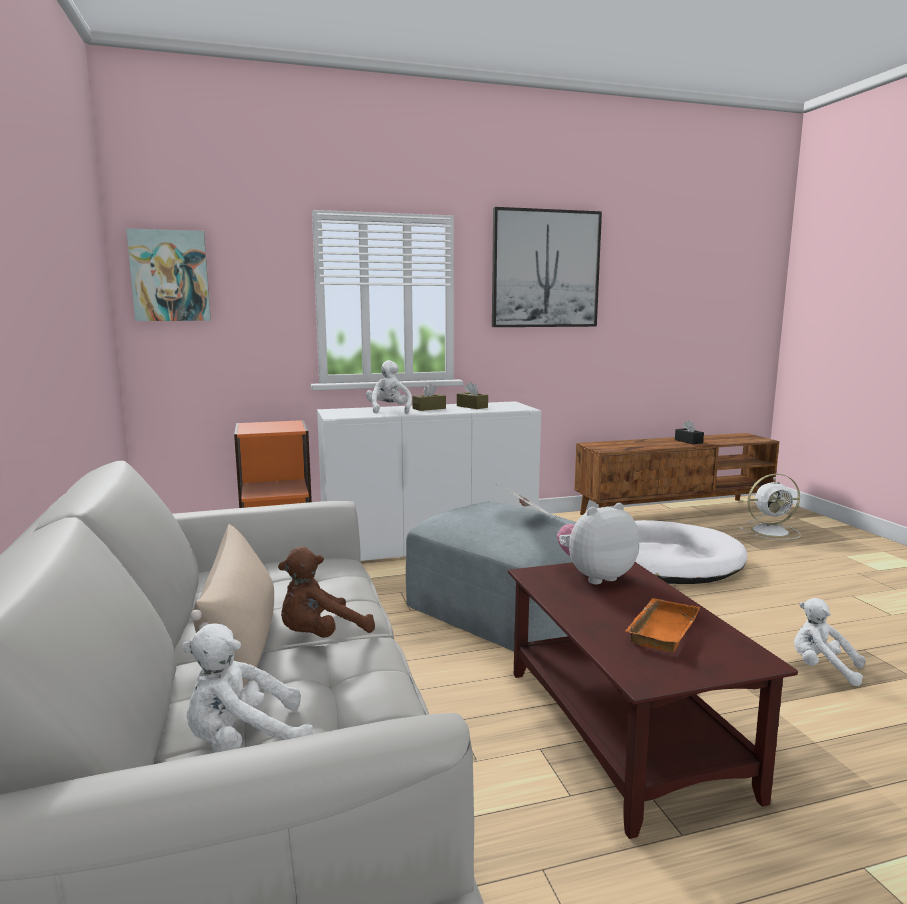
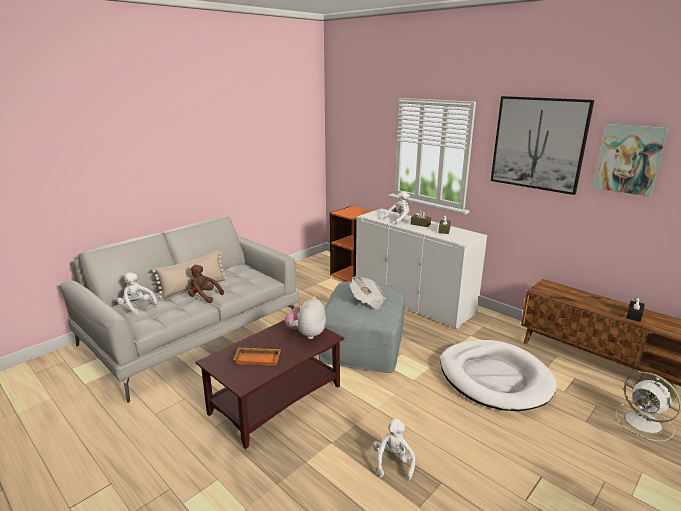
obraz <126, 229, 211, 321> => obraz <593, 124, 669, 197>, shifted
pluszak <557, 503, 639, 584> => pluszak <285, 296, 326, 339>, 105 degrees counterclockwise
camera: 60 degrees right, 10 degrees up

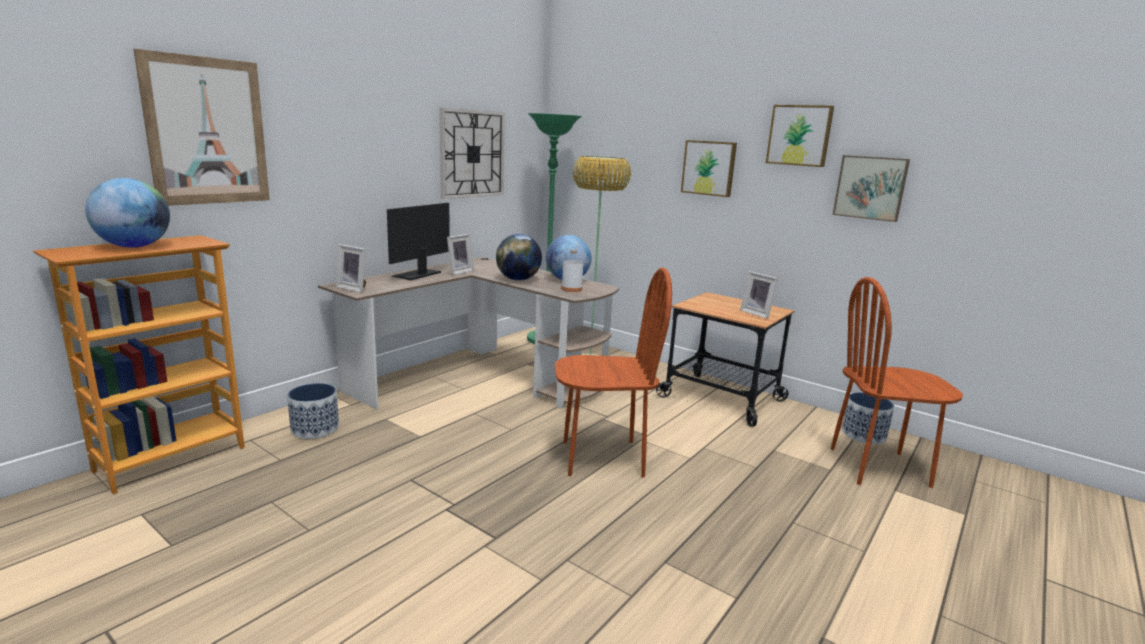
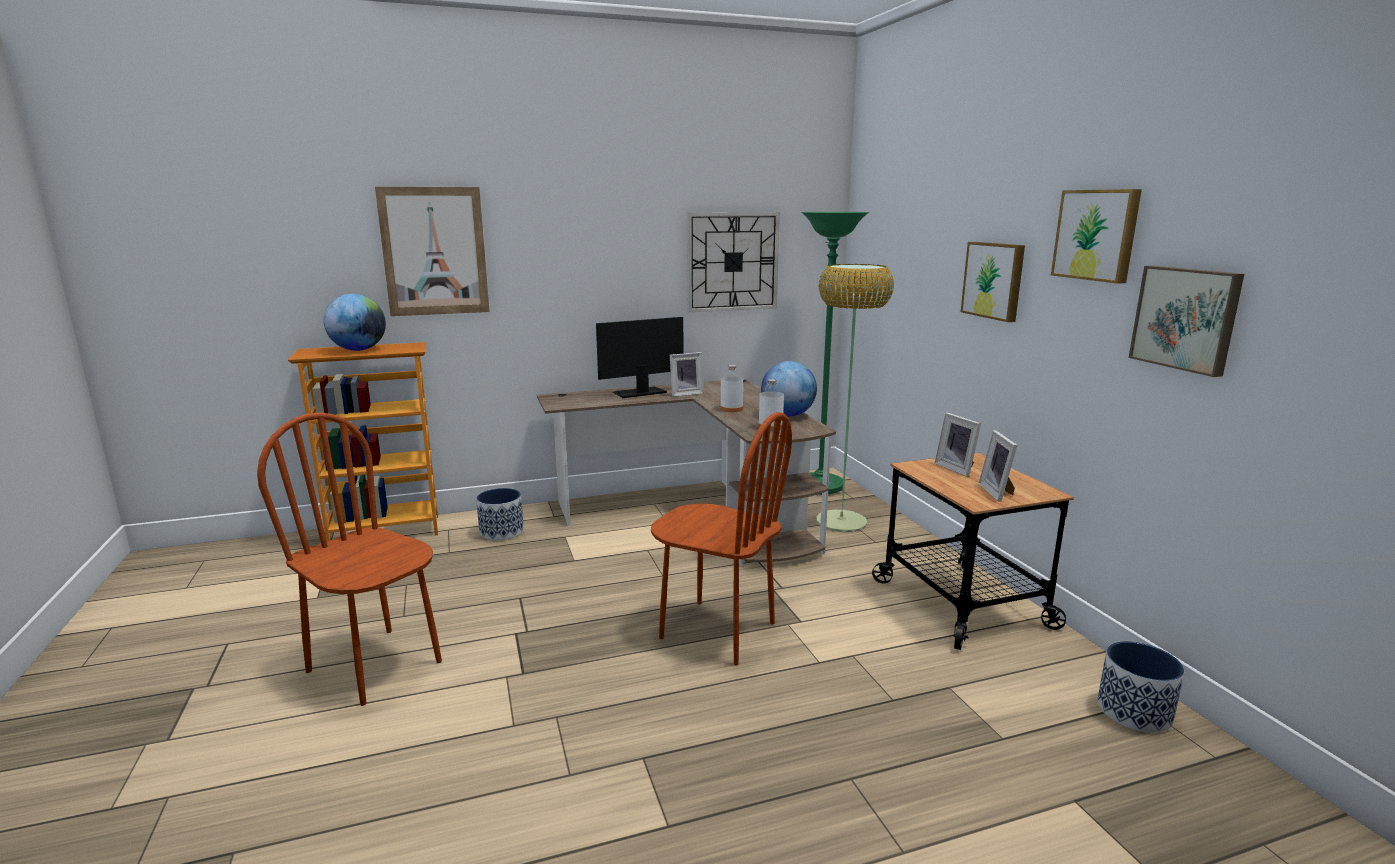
globus <496, 234, 542, 281> => butelka (biały) <720, 365, 743, 412>
ramka na zdjęcie <336, 244, 366, 293> => ramka na zdjęcie <935, 412, 981, 477>, shifted
krzesło (brązowy) <831, 277, 963, 488> => krzesło (brązowy) <257, 412, 442, 706>, shifted
camera: 35 degrees right, 0 degrees up

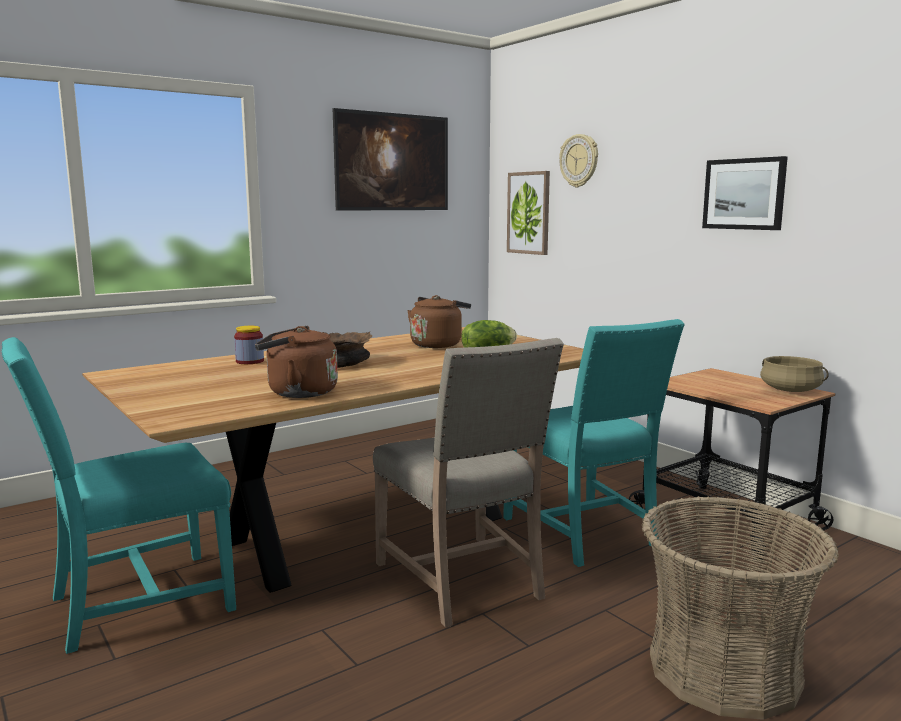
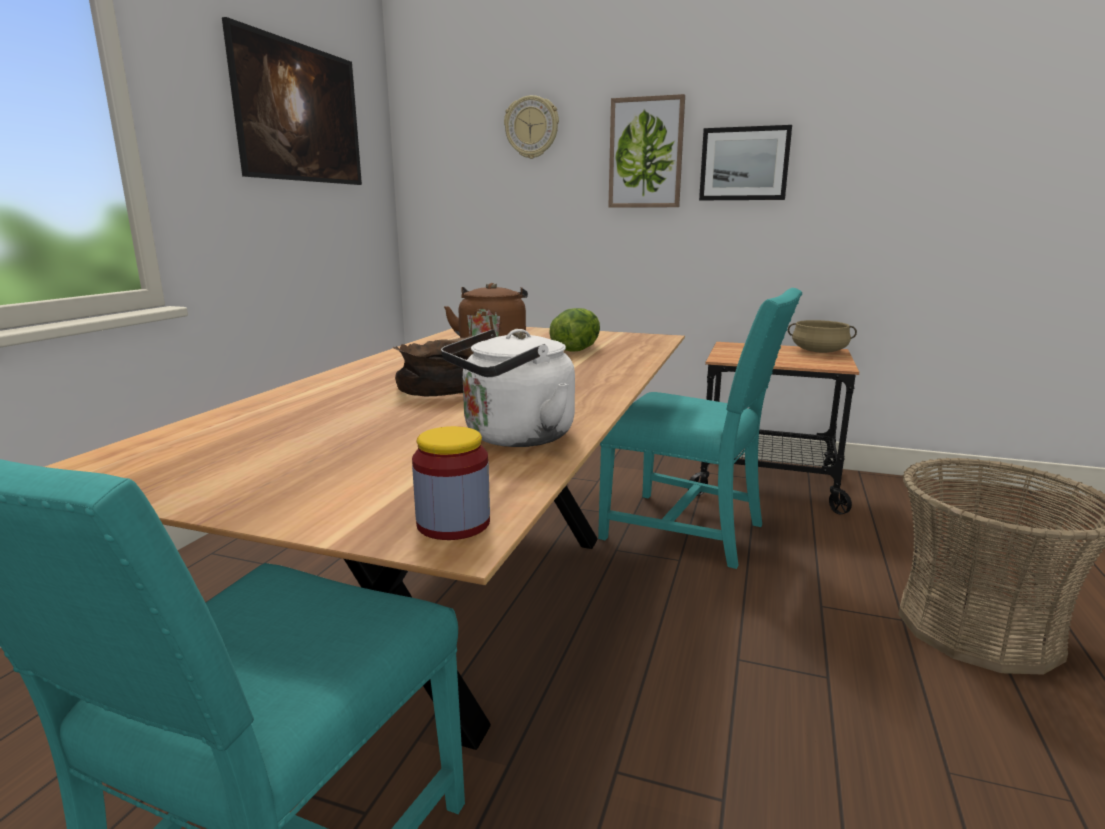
obraz <507, 171, 550, 255> => obraz <608, 94, 685, 208>, shifted
słoik <234, 326, 264, 364> => słoik <412, 426, 490, 540>, shifted
czajnik (brązowy) <255, 326, 338, 398> => czajnik (biały) <441, 329, 575, 447>
krzesło (beżowy) <373, 338, 564, 628> => nothing
camera: 35 degrees left, 5 degrees up

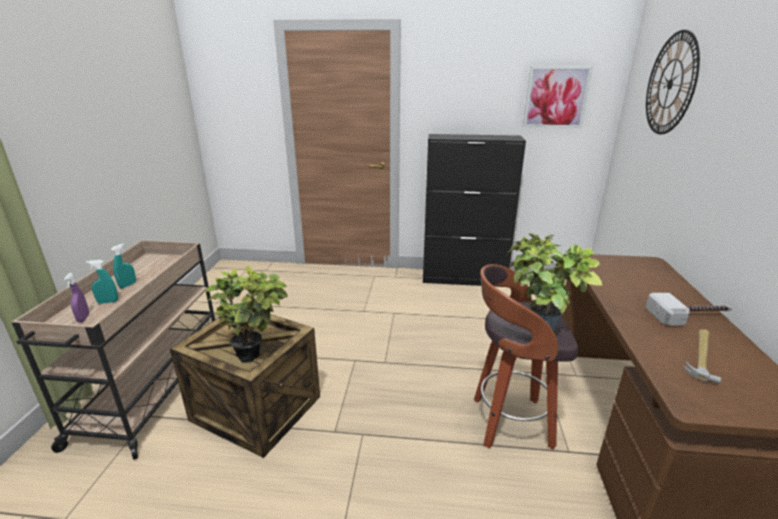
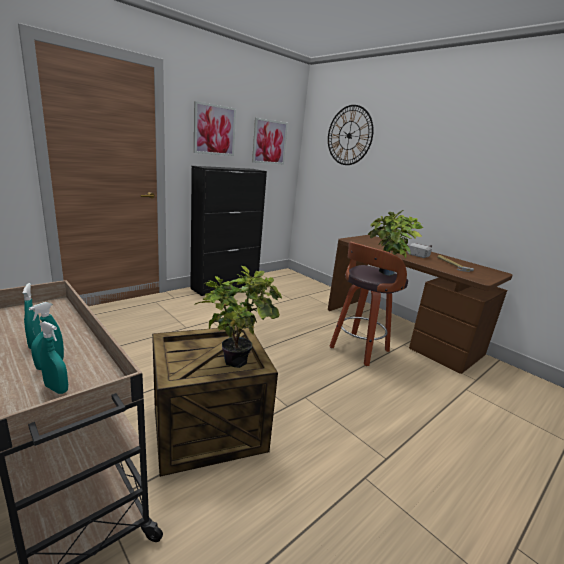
spryskiwacz (fioletowy) <64, 273, 90, 323> => spryskiwacz (turkusowy) <39, 321, 68, 394>
nothing => obraz <194, 101, 236, 156>
camera: 50 degrees left, 5 degrees down

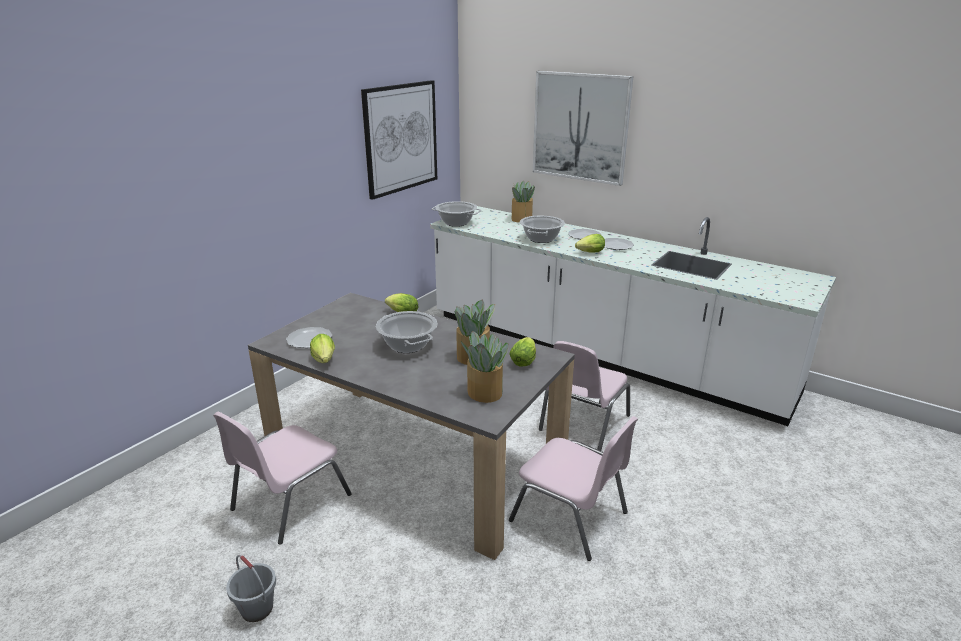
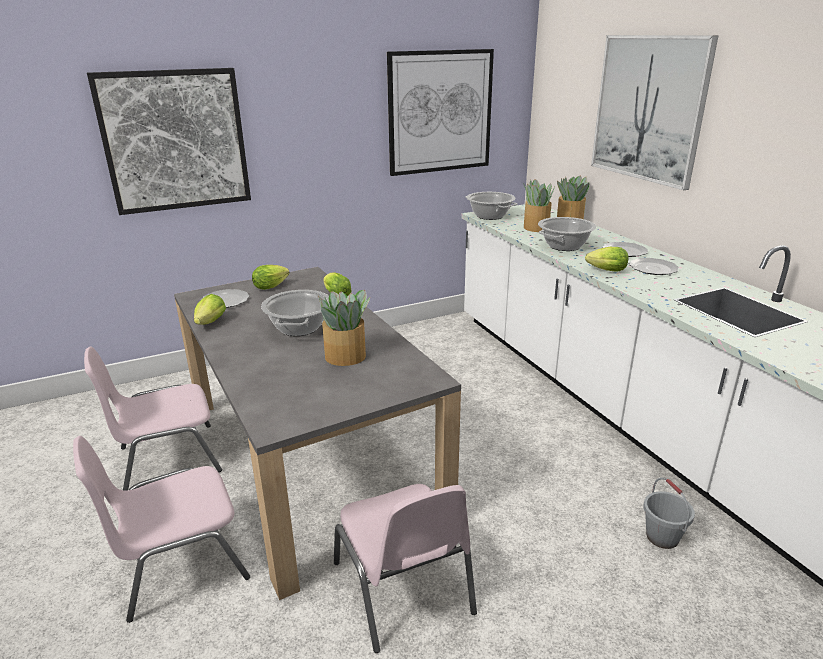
roślina doniczkowa <461, 331, 509, 403> => roślina doniczkowa <523, 179, 555, 232>, shifted
sałata <509, 337, 536, 366> => sałata <252, 265, 290, 290>, shifted
krzesło (różowy) <539, 341, 630, 451> => krzesło (różowy) <73, 436, 250, 623>, shifted
wiadro (szary) <226, 555, 276, 622> => wiadro (szary) <643, 478, 695, 549>, shifted
nothing => obraz <87, 68, 251, 215>
camera: 30 degrees right, 0 degrees up

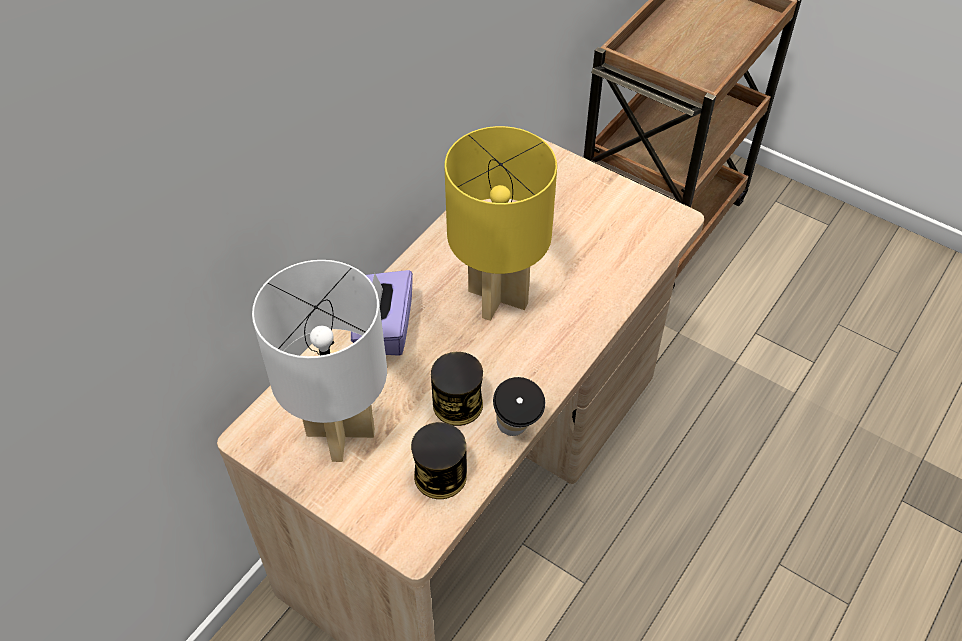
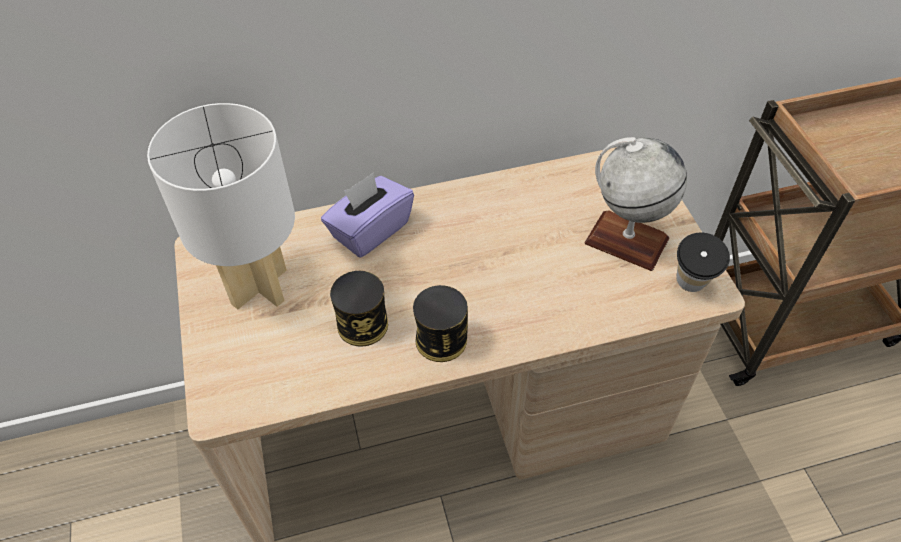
lampa stołowa (żółty) <444, 126, 557, 321> => nothing
filiżanka <493, 377, 545, 436> => filiżanka <676, 232, 730, 292>, shifted
puszka <411, 422, 467, 499> => puszka <413, 285, 468, 362>, shifted
nothing => globus <585, 137, 687, 271>
camera: 40 degrees right, 0 degrees up

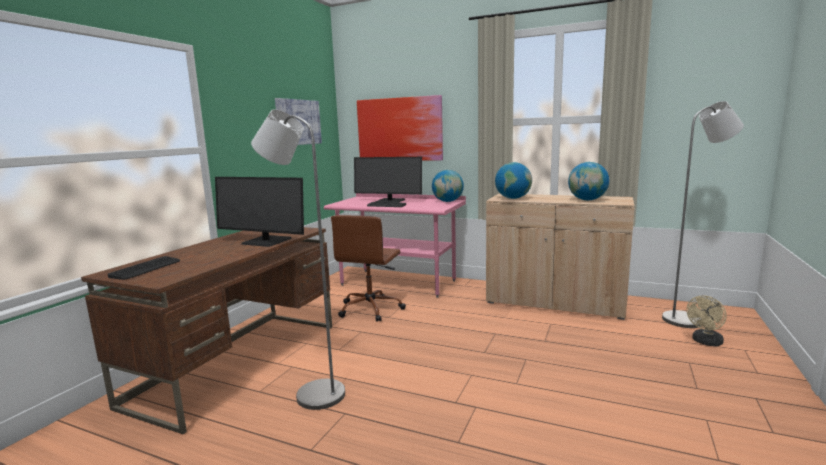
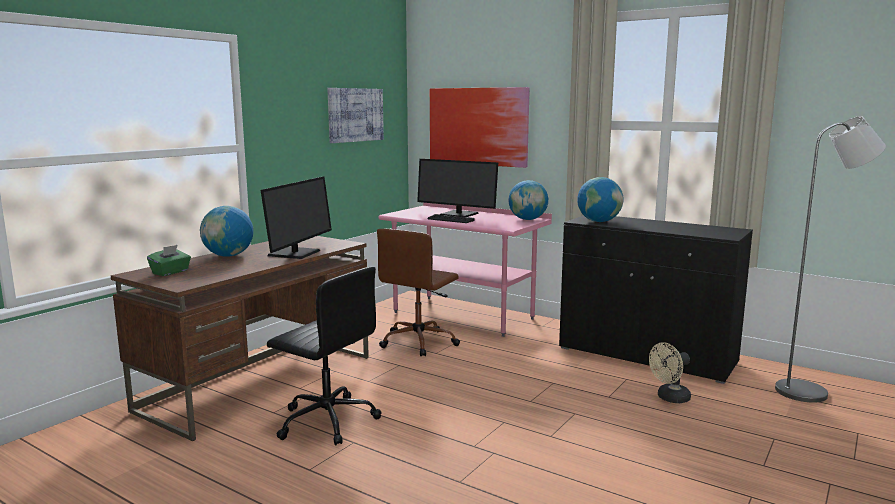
lampa stojąca (szary) <251, 109, 345, 410> => krzesło biurowe (czarny) <267, 267, 381, 446>
globus <568, 162, 609, 200> => globus <200, 206, 253, 257>, shifted
monitor <215, 177, 304, 247> => monitor <261, 176, 332, 259>, 105 degrees counterclockwise
szafka (beżowy) <486, 193, 635, 320> => szafka (czarny) <559, 216, 753, 384>
klawiatura <108, 256, 180, 280> => pudełko chusteczek (zielony) <147, 245, 191, 276>
wentylator (beżowy) <686, 295, 727, 346> => wentylator (beżowy) <649, 342, 691, 403>, shifted
camera: 10 degrees right, 0 degrees up

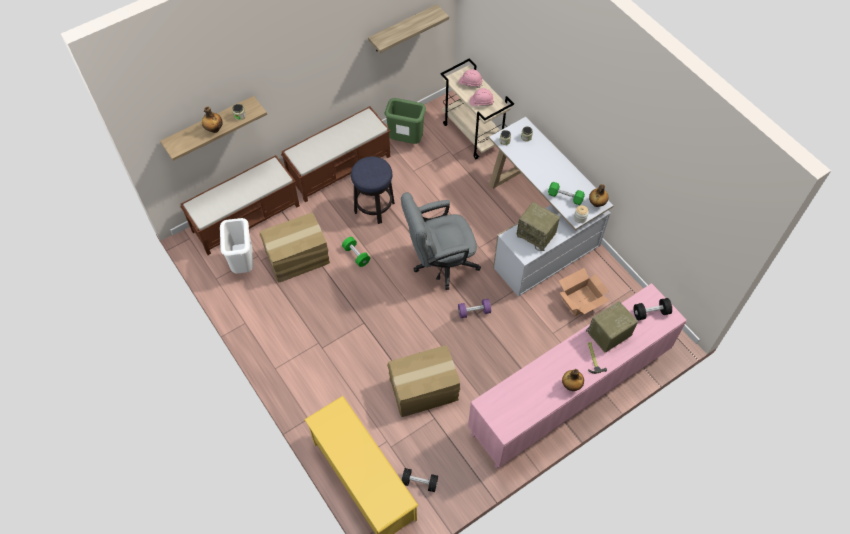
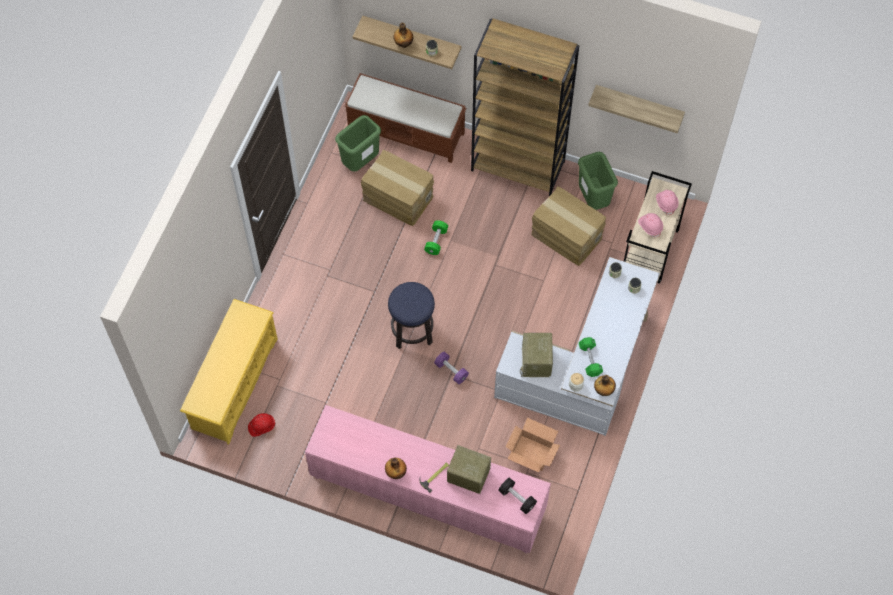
ławka (brązowy) <281, 106, 390, 202> => regał (brązowy) <471, 18, 580, 196>
stołek <351, 156, 395, 224> => stołek <388, 282, 435, 349>, shifted
krzesło biurowe (szary) <401, 192, 481, 290> => nothing
kosz na śmieci (biały) <220, 218, 253, 273> => kosz na śmieci (zielony) <335, 115, 381, 171>
karton <387, 345, 460, 417> => karton <531, 186, 606, 266>, shifted
hantel (czarny) <402, 468, 438, 492> => kask (czerwony) <248, 413, 275, 437>
camera: 55 degrees right, 5 degrees up

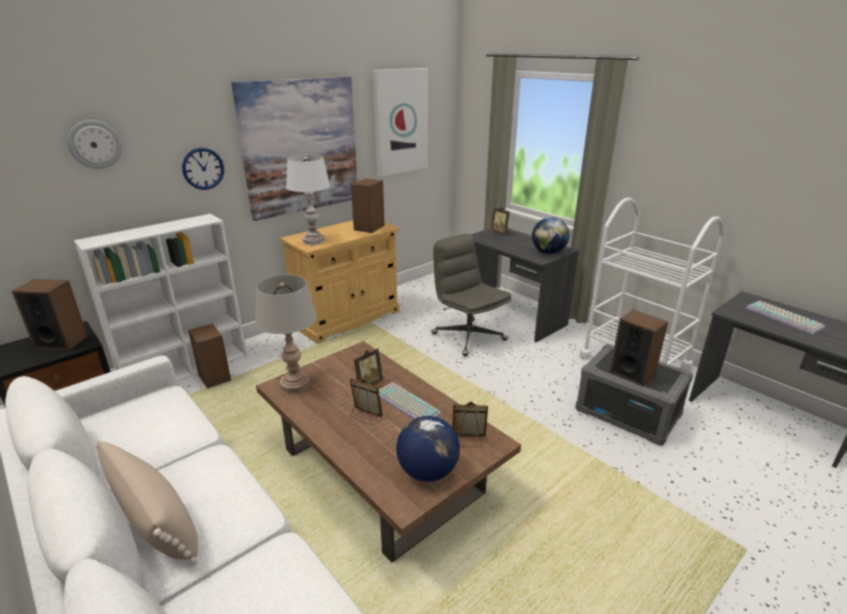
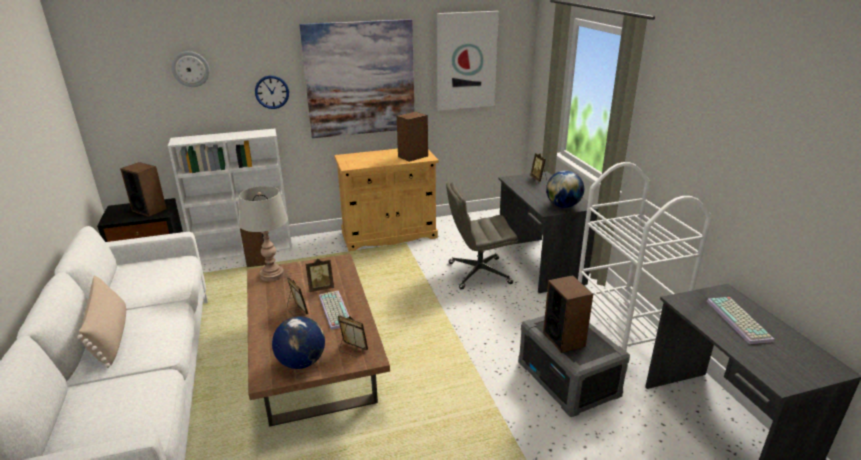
lampa stołowa (biały) <286, 155, 330, 245> => nothing
krzesło biurowe (szary) <431, 234, 512, 356> => krzesło biurowe (szary) <446, 182, 518, 289>, 90 degrees counterclockwise
camera: 25 degrees right, 0 degrees up

